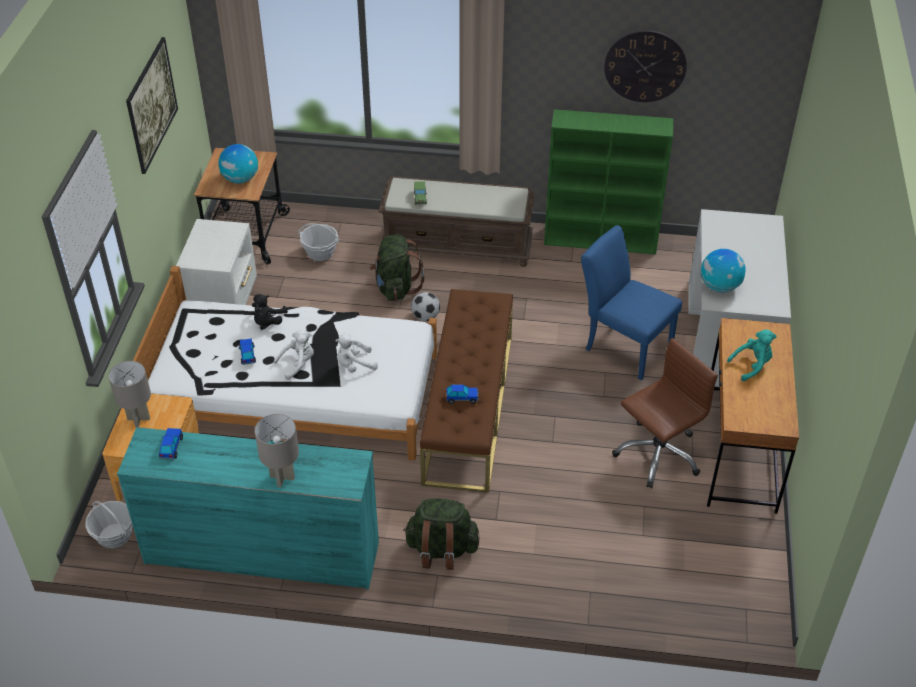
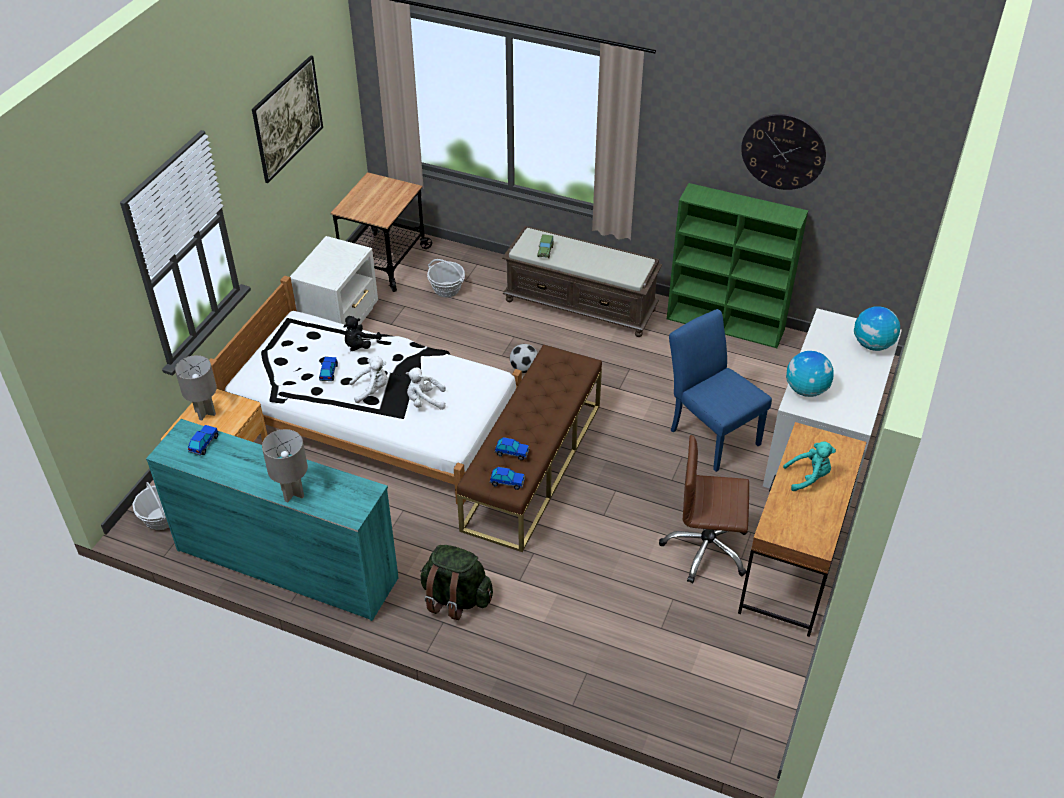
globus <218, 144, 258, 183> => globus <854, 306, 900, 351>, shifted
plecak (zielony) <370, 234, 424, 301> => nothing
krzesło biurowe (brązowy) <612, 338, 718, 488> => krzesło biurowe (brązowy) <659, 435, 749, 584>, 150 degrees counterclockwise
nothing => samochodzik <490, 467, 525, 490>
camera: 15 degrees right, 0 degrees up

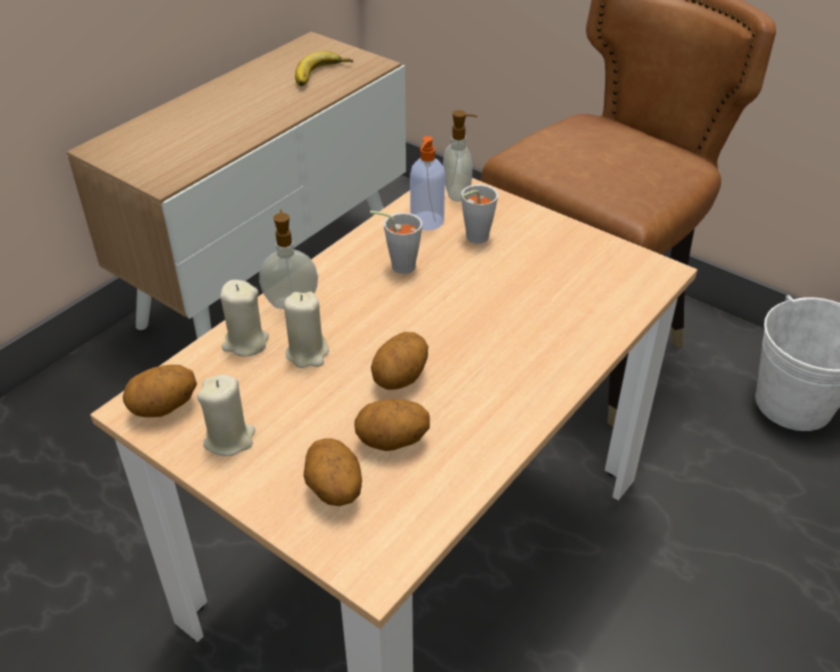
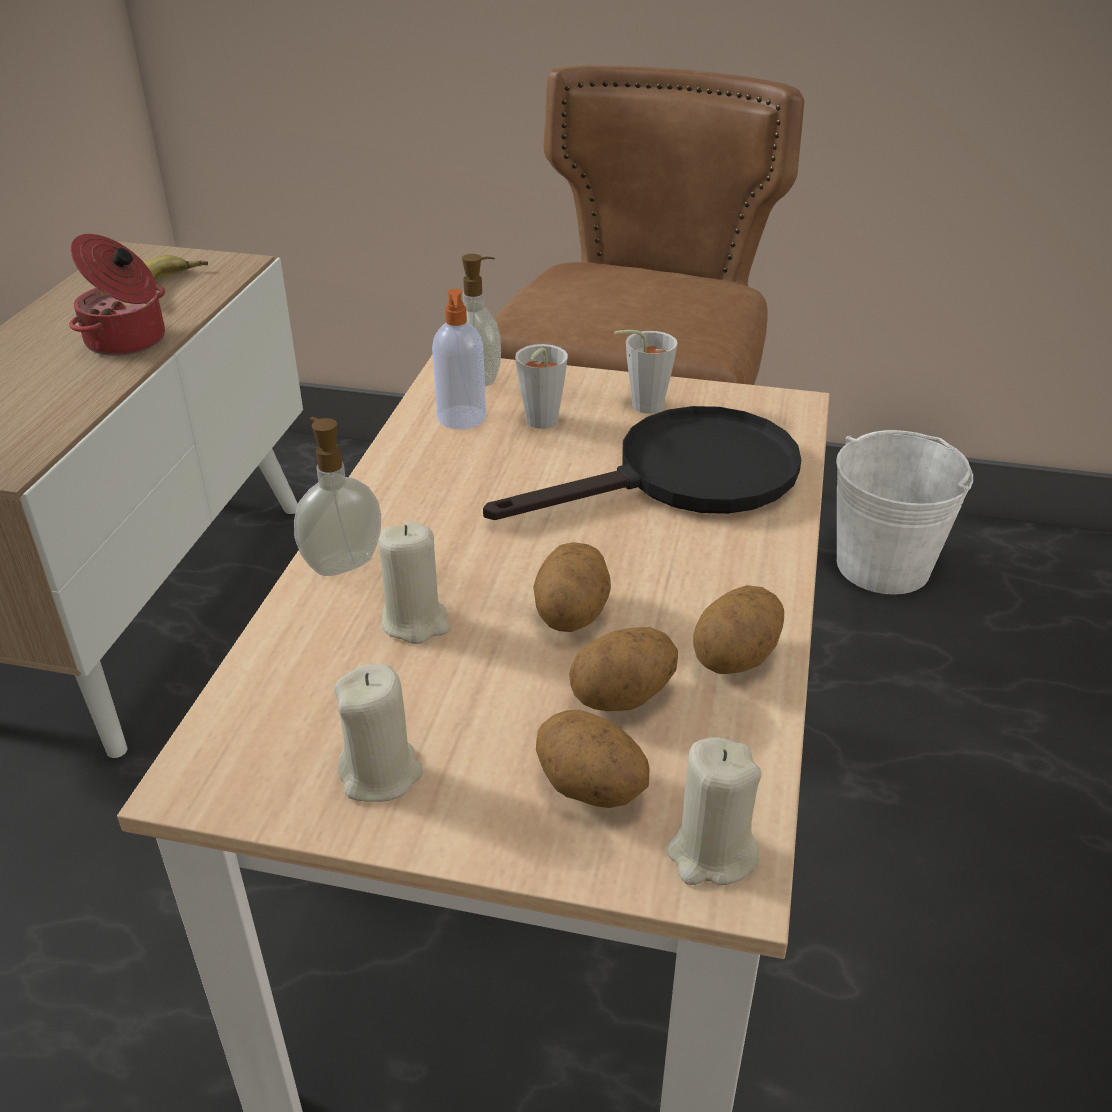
filiżanka (szary) <370, 211, 422, 274> => filiżanka (szary) <614, 330, 677, 414>, shifted
świeca (beżowy) <220, 280, 269, 356> => świeca (beżowy) <666, 737, 762, 885>, shifted
ziemniak <123, 365, 197, 417> => ziemniak <693, 585, 784, 674>, shifted
nothing => garnek <69, 234, 165, 356>
nothing => patelnia (czarny) <483, 406, 801, 520>
camera: 25 degrees left, 5 degrees down

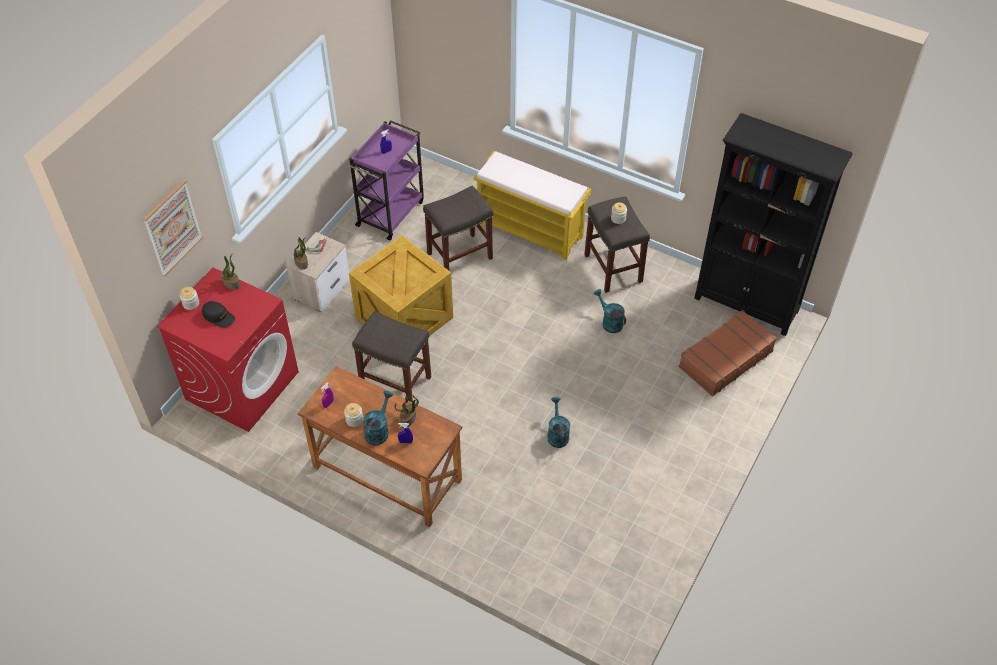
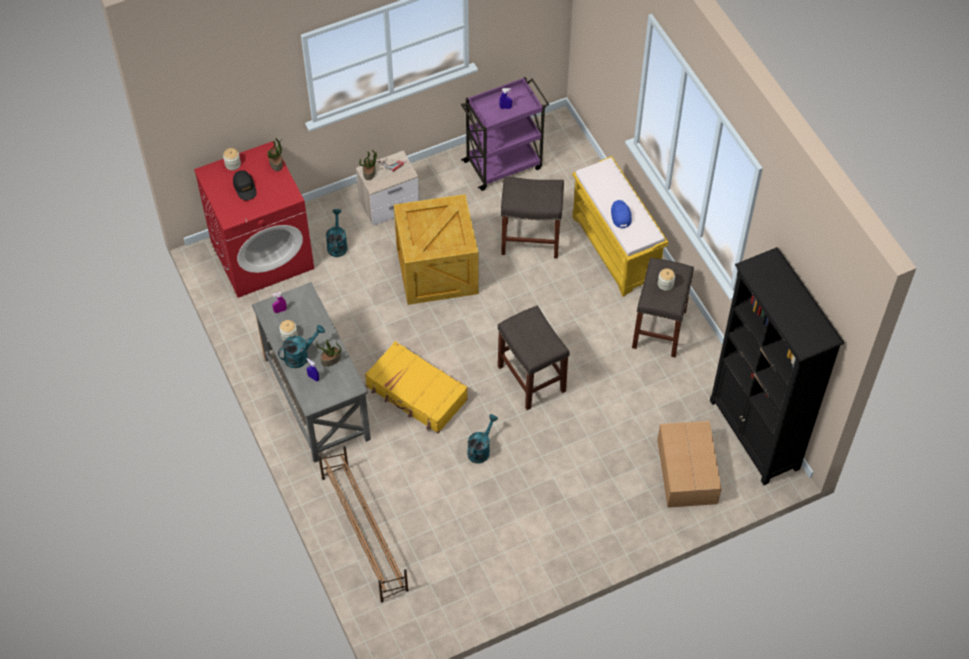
obraz <143, 179, 203, 277> => nothing
konewka (turkusowy) <594, 289, 626, 333> => konewka (turkusowy) <326, 209, 348, 257>, shifted
walizka (brązowy) <679, 310, 777, 396> => karton <657, 421, 722, 508>
stołek (szary) <352, 311, 431, 402> => stołek (szary) <498, 306, 570, 410>, shifted
biurko (brązowy) <298, 366, 463, 527> => biurko (szary) <252, 282, 371, 463>
nothing => czapka z daszkiem (niebieski) <611, 200, 632, 228>
nothing => walizka (żółty) <365, 341, 468, 433>
nothing => regał na buty (brązowy) <318, 446, 409, 602>
camera: 35 degrees right, 5 degrees up

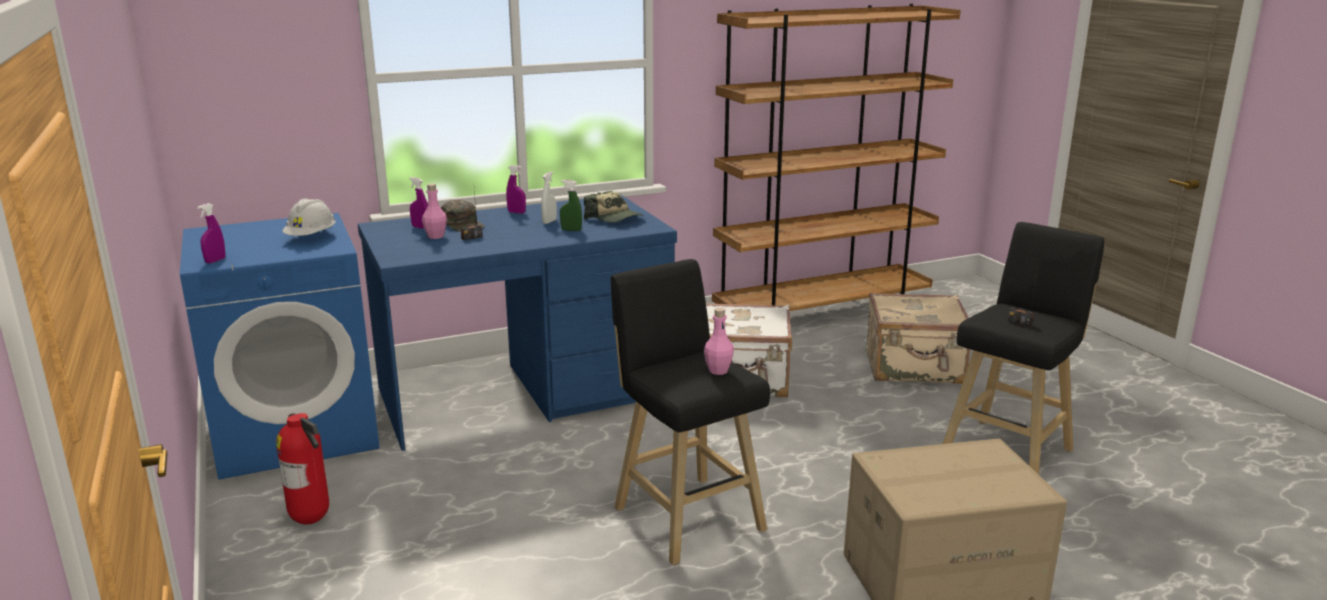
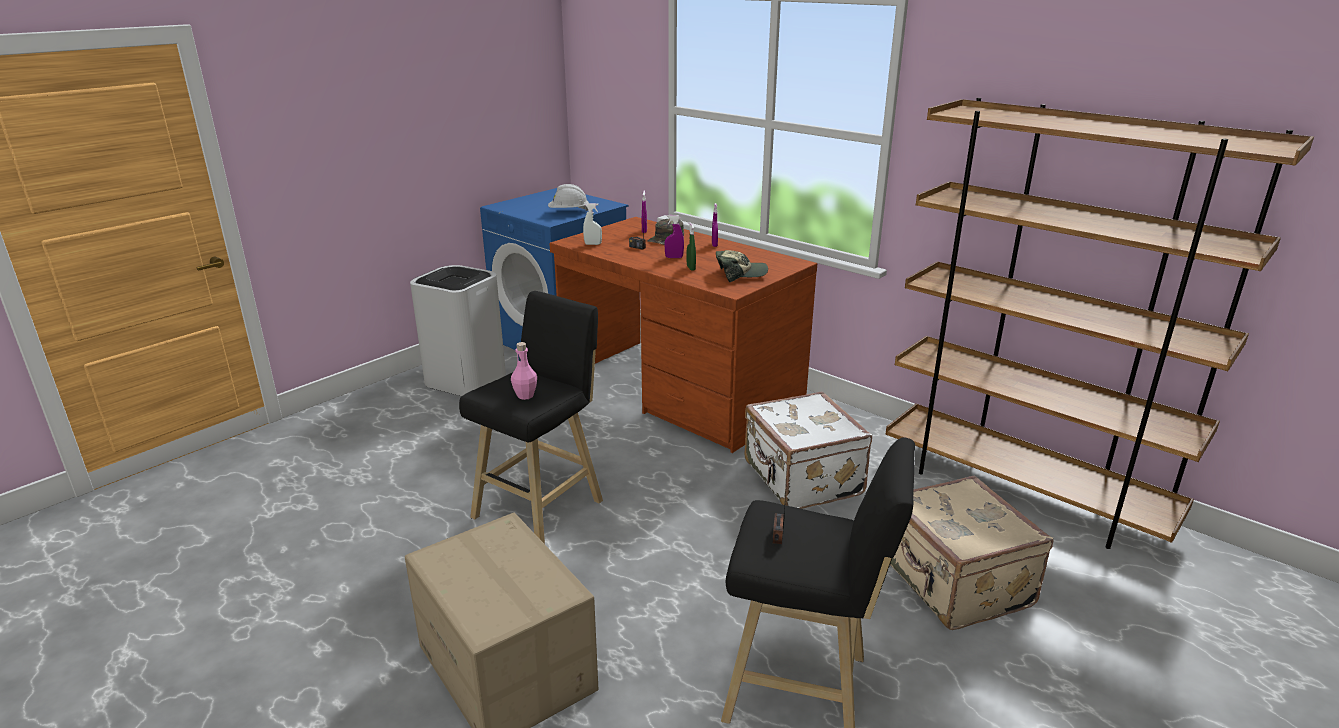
spryskiwacz (biały) <541, 172, 557, 224> => spryskiwacz (biały) <583, 203, 602, 245>, shifted
butelka (różowy) <422, 184, 447, 239> => nothing
czapka z daszkiem <584, 191, 644, 223> => czapka z daszkiem <716, 250, 768, 283>, 120 degrees counterclockwise
biurko (niebieski) <358, 195, 677, 451> => biurko (brązowy) <549, 217, 817, 453>
spryskiwacz (fioletowy) <197, 203, 225, 263> => spryskiwacz (fioletowy) <664, 215, 684, 258>, shifted
gaśnica <276, 413, 329, 525> => kosz na śmieci (biały) <410, 265, 506, 396>
camera: 65 degrees right, 5 degrees up

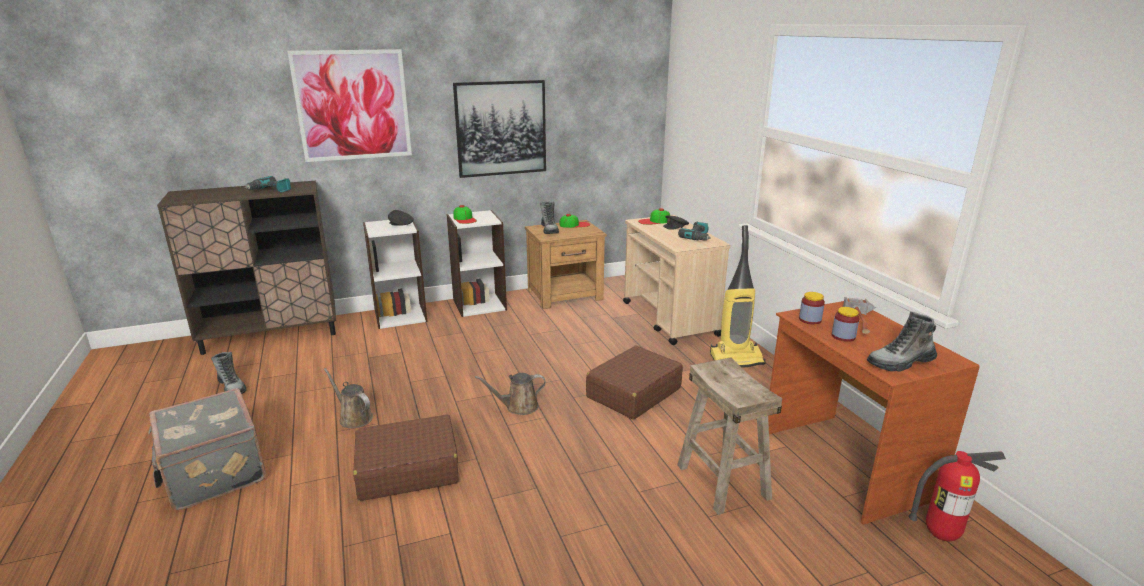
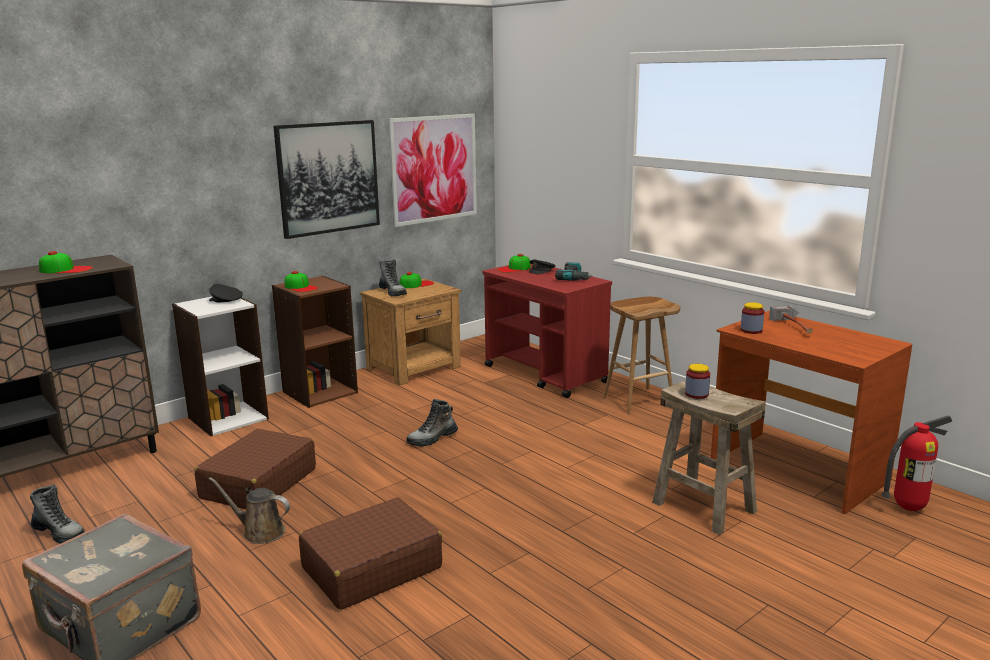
obraz <287, 49, 412, 162> => obraz <388, 114, 477, 227>, shifted
wiertarka <244, 176, 291, 192> => czapka z daszkiem <39, 251, 93, 273>
regał (biały) <447, 210, 507, 317> => regał (brązowy) <272, 276, 358, 408>
wózek (beżowy) <623, 215, 730, 345> => wózek (czerwony) <482, 264, 612, 398>
odkurzacz <710, 225, 766, 368> => stołek (brązowy) <603, 297, 680, 414>
słoik <832, 307, 860, 342> => słoik <685, 364, 710, 399>, shifted
but z cholewką <867, 312, 937, 371> => but z cholewką <406, 399, 458, 446>, shifted
walizka (brązowy) <586, 346, 683, 420> => walizka (brązowy) <195, 429, 316, 509>, shifted
konewka (brązowy) <475, 373, 546, 415> => nothing
camera: 20 degrees left, 5 degrees down

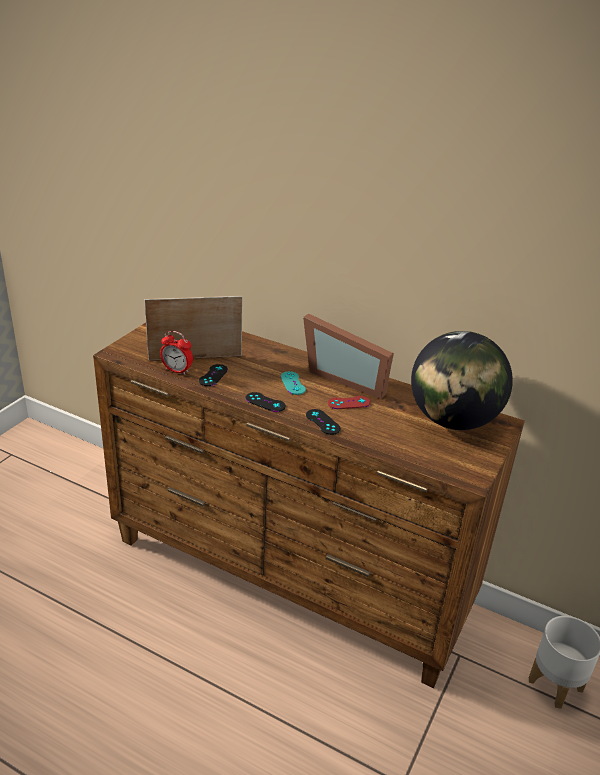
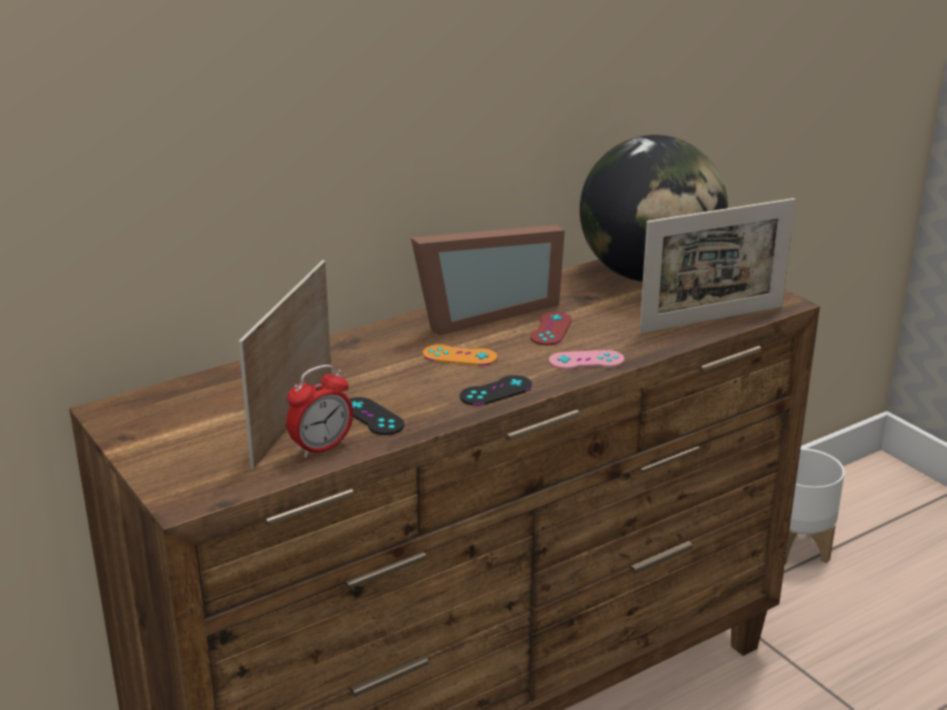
pad do gier (turkusowy) <281, 371, 306, 395> => pad do gier (pomarańczowy) <423, 345, 497, 366>
pad do gier (czarny) <306, 409, 341, 435> => pad do gier (różowy) <549, 350, 624, 370>
nothing => ramka na zdjęcie <639, 198, 796, 333>
camera: 60 degrees left, 5 degrees down

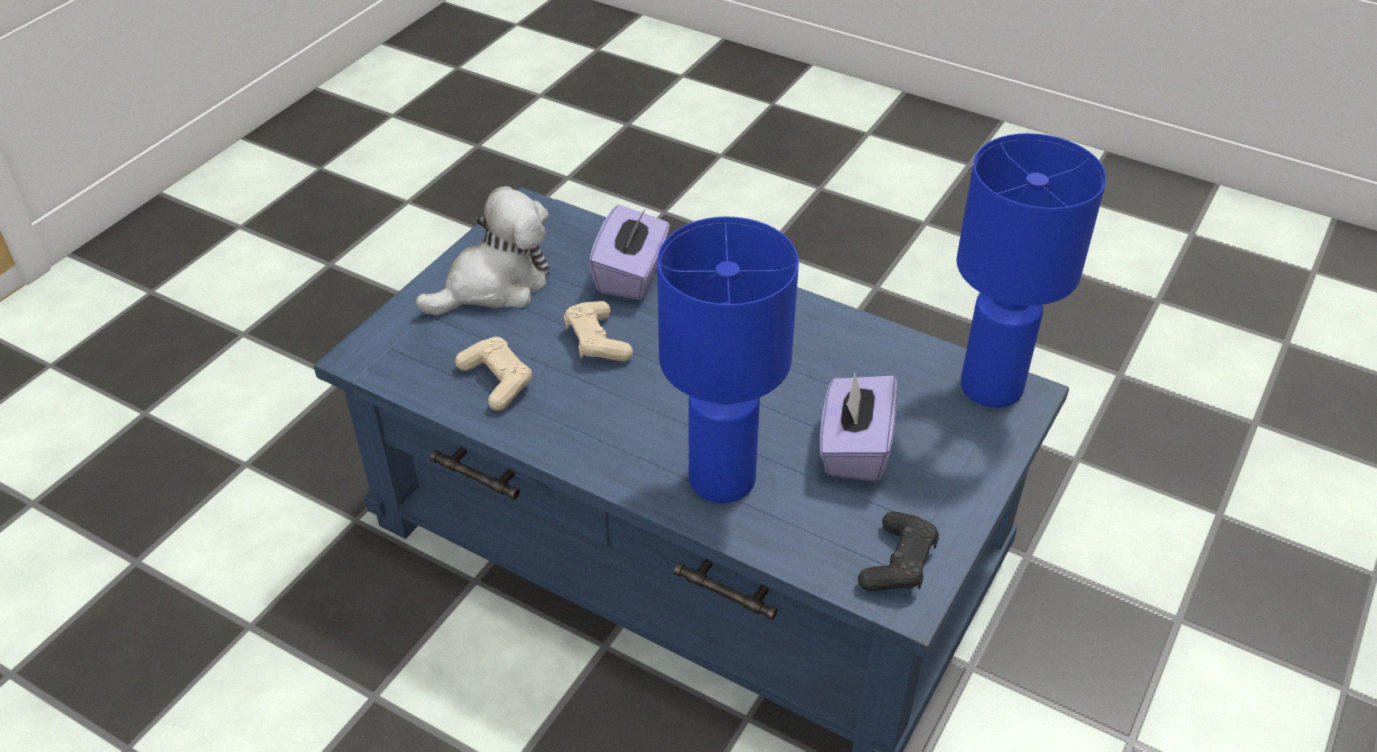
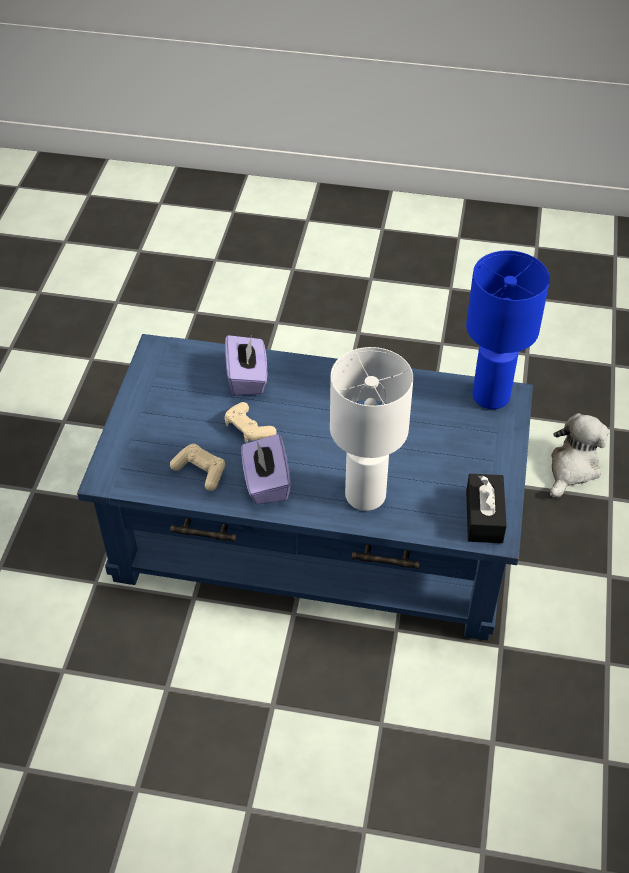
pluszak <416, 186, 549, 315> => pluszak <550, 413, 609, 498>, shifted
lampa stołowa (niebieski) <657, 216, 799, 503> => lampa stołowa (biały) <330, 347, 413, 511>
pudełko chusteczek (fioletowy) <820, 372, 898, 482> => pudełko chusteczek (fioletowy) <241, 434, 291, 505>, shifted
pad do gier (czarny) <858, 511, 939, 591> => pudełko chusteczek (czarny) <466, 474, 507, 543>
camera: 20 degrees left, 5 degrees up

